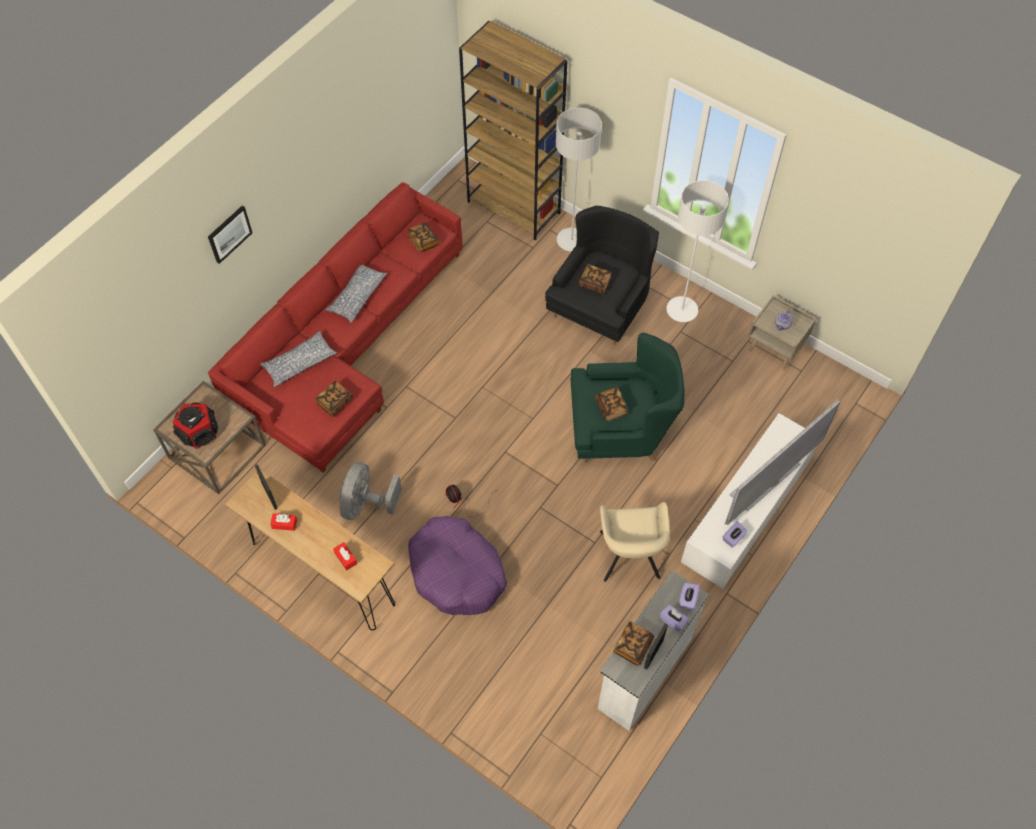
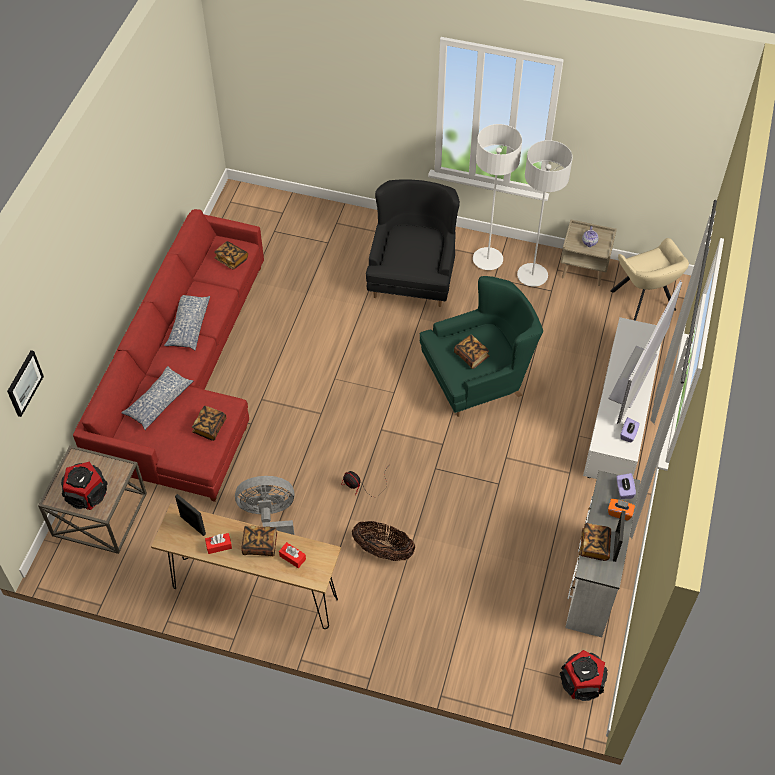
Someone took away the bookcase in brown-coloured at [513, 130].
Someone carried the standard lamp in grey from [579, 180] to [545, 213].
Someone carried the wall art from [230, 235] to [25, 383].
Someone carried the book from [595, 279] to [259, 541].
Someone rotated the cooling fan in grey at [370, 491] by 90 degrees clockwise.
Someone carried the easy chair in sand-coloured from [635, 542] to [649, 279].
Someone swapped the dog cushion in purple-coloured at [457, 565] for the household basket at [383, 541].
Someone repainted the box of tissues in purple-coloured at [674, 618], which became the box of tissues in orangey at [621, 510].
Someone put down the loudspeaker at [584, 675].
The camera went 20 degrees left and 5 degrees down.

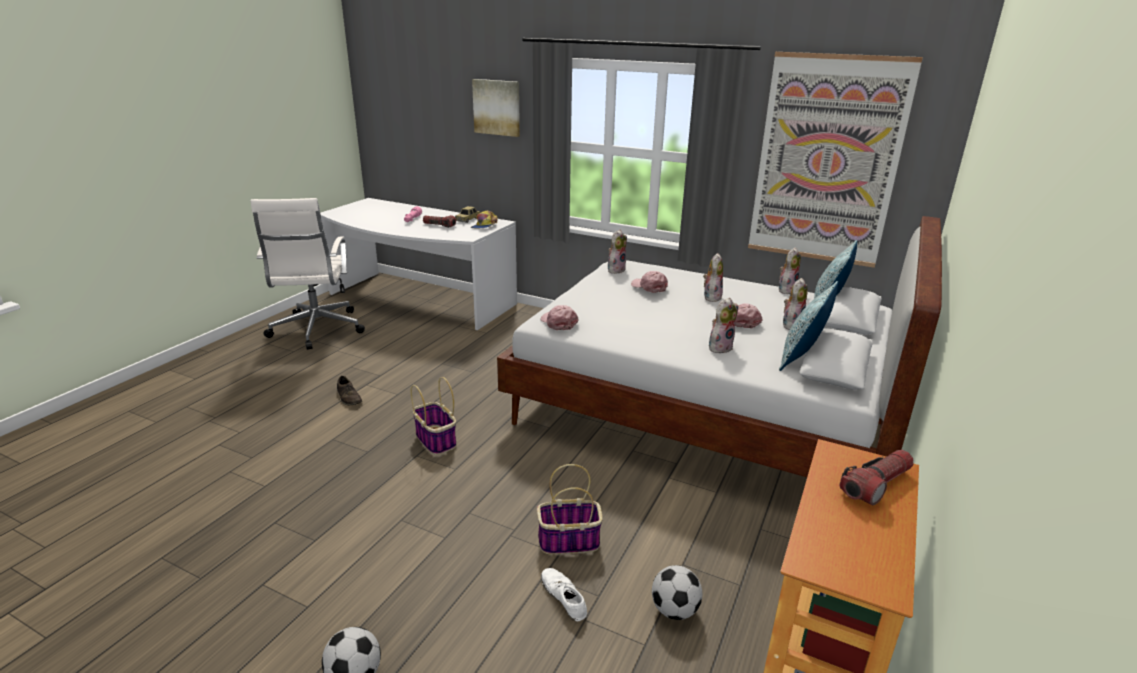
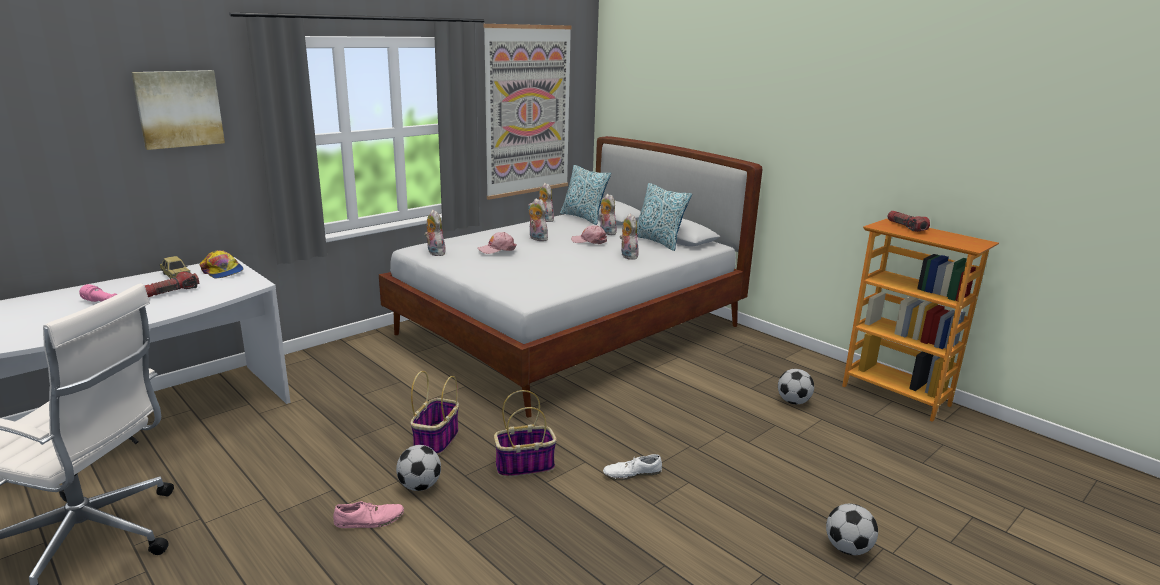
Someone took away the cap in pinkish at [560, 317].
Someone repainted the shoe in brown-coloured at [349, 390], which became the shoe in pinkish at [368, 514].
Someone carried the household basket from [570, 509] to [434, 413].
Someone carried the shoe in white from [564, 594] to [632, 467].
Someone put down the football ball at [418, 468].
The camera went 70 degrees left and 5 degrees down.

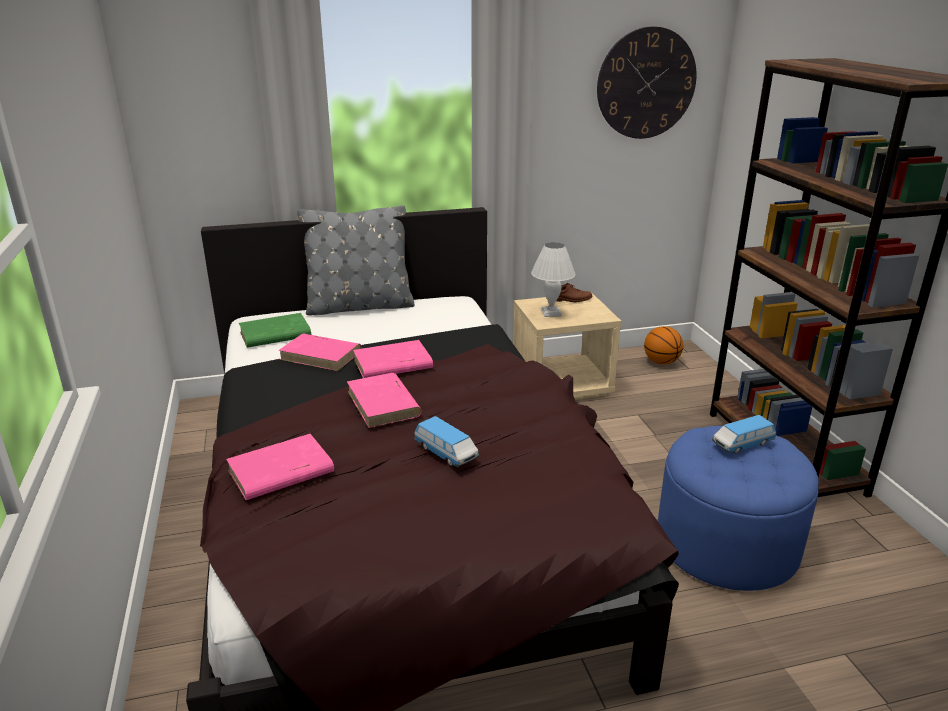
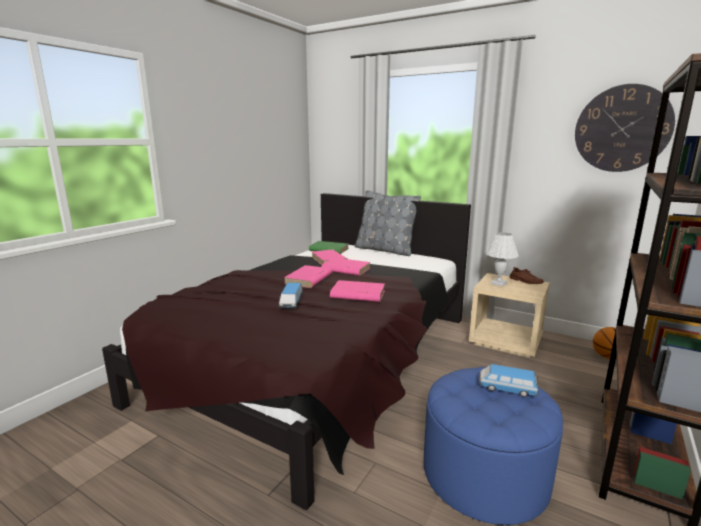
Someone carried the book in pinkish from [280, 467] to [357, 291].
The camera went 45 degrees right and 10 degrees down.

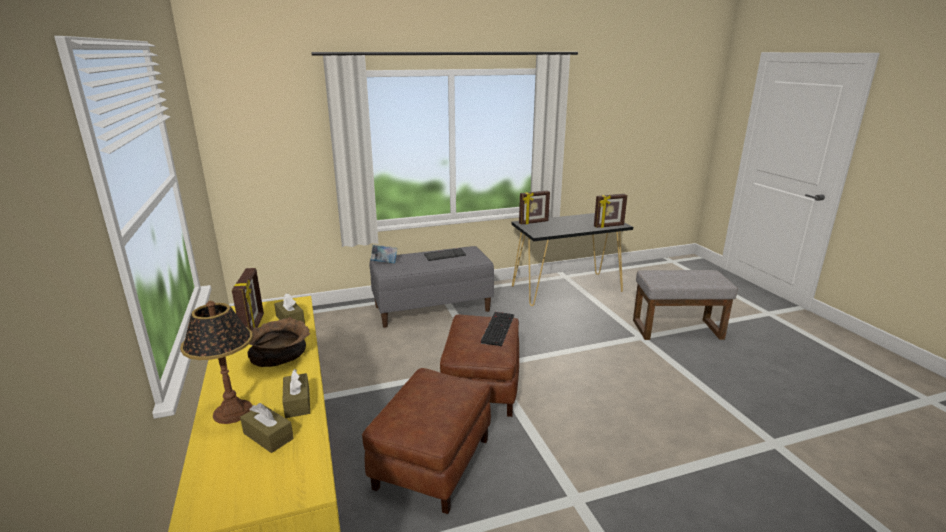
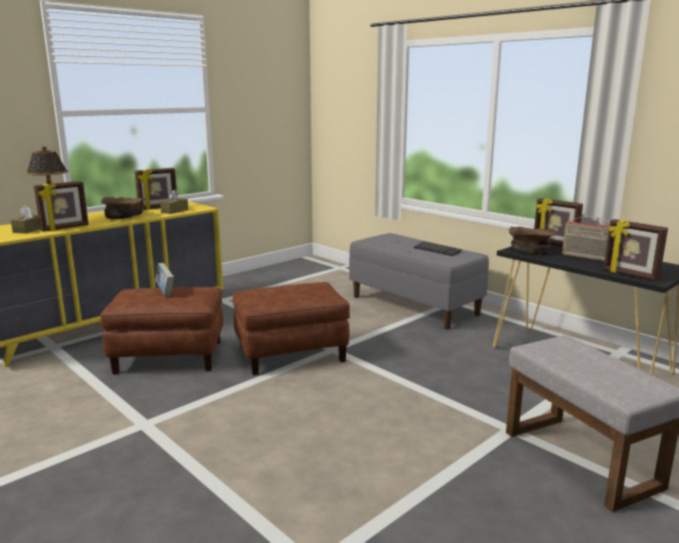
Someone carried the book from [384, 253] to [164, 280].
Someone took away the PC keyboard at [497, 329].
Someone swapped the box of tissues in brown-coloured at [296, 393] for the picture frame at [61, 206].
Someone put down the radio set at [586, 238].
Someone put down the deep dish in brown-coloured at [532, 241].
The camera went 65 degrees right and 5 degrees down.

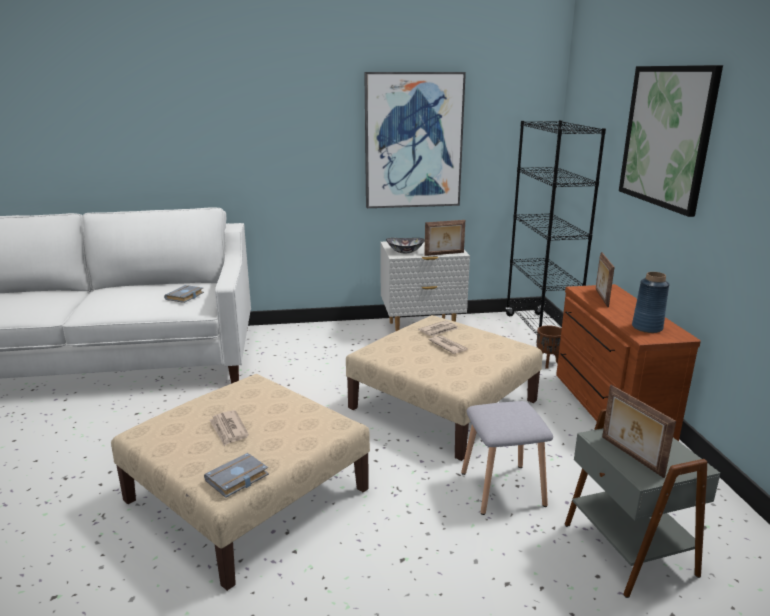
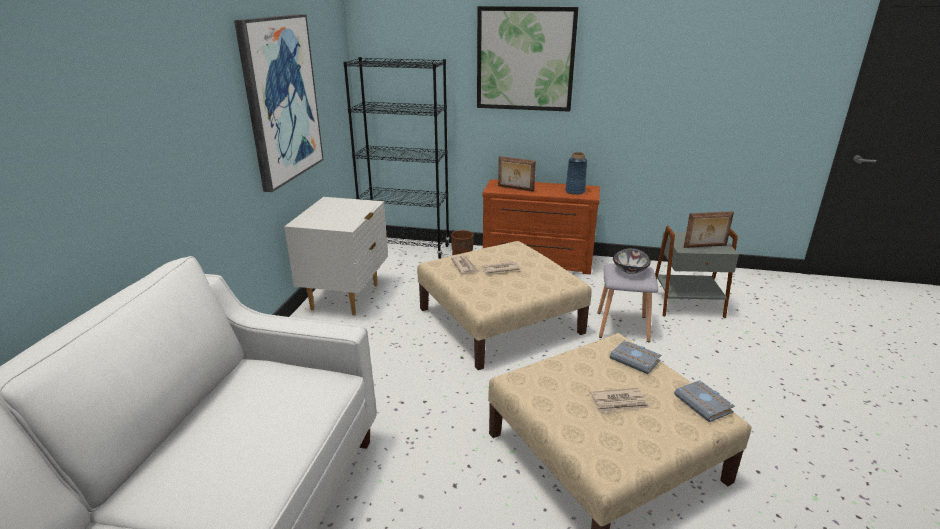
Someone took away the picture frame at [444, 238].
Someone carried the deep dish from [405, 245] to [632, 261].
Someone carried the book in grey from [184, 294] to [635, 357].
The camera went 70 degrees left and 5 degrees up.

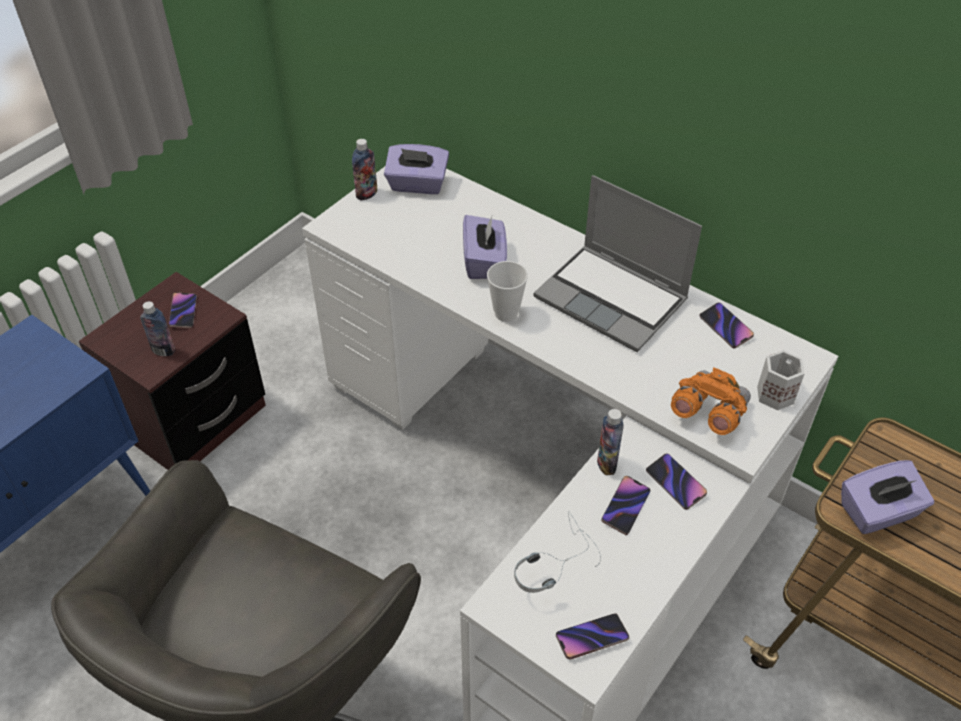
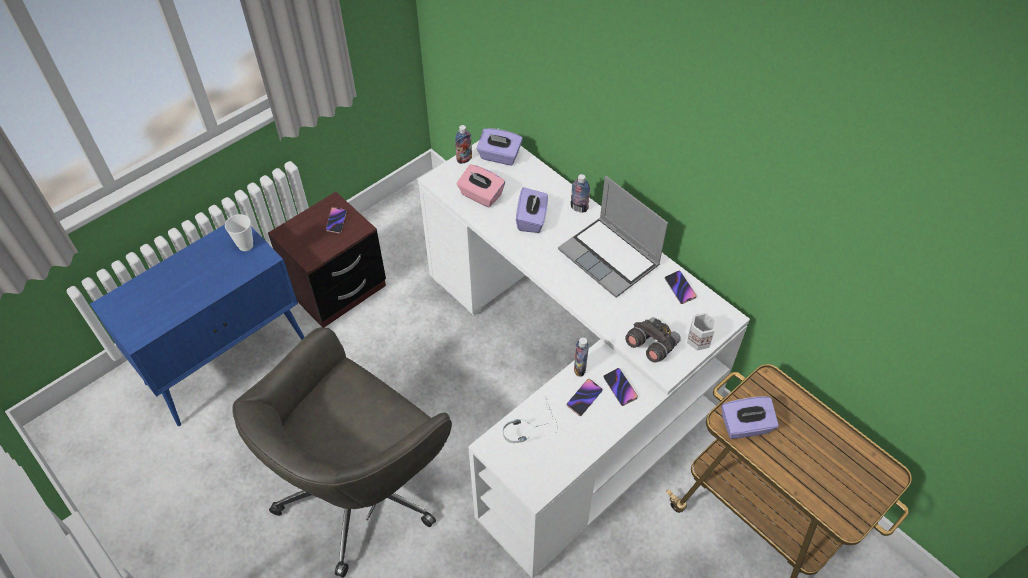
Someone carried the cup from [507, 291] to [239, 232].
Someone carried the beverage bottle from [158, 328] to [580, 193].
Someone repainted the field glasses in orangey at [711, 401], which became the field glasses in grey at [653, 340].
Someone took away the handset at [592, 636].
Someone put down the box of tissues in pinkish at [481, 185].
The camera went 10 degrees right and 5 degrees up.

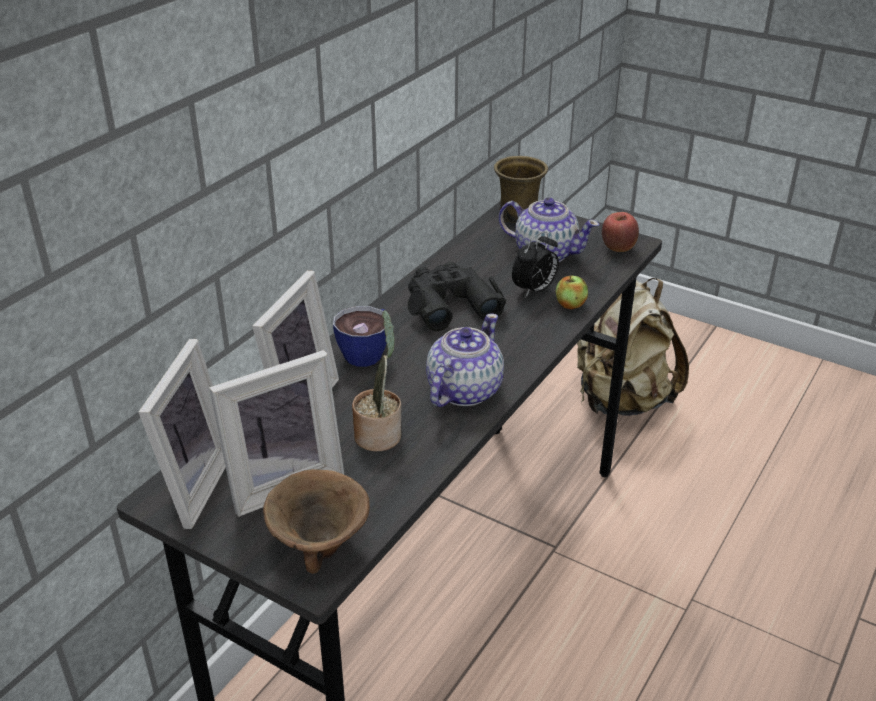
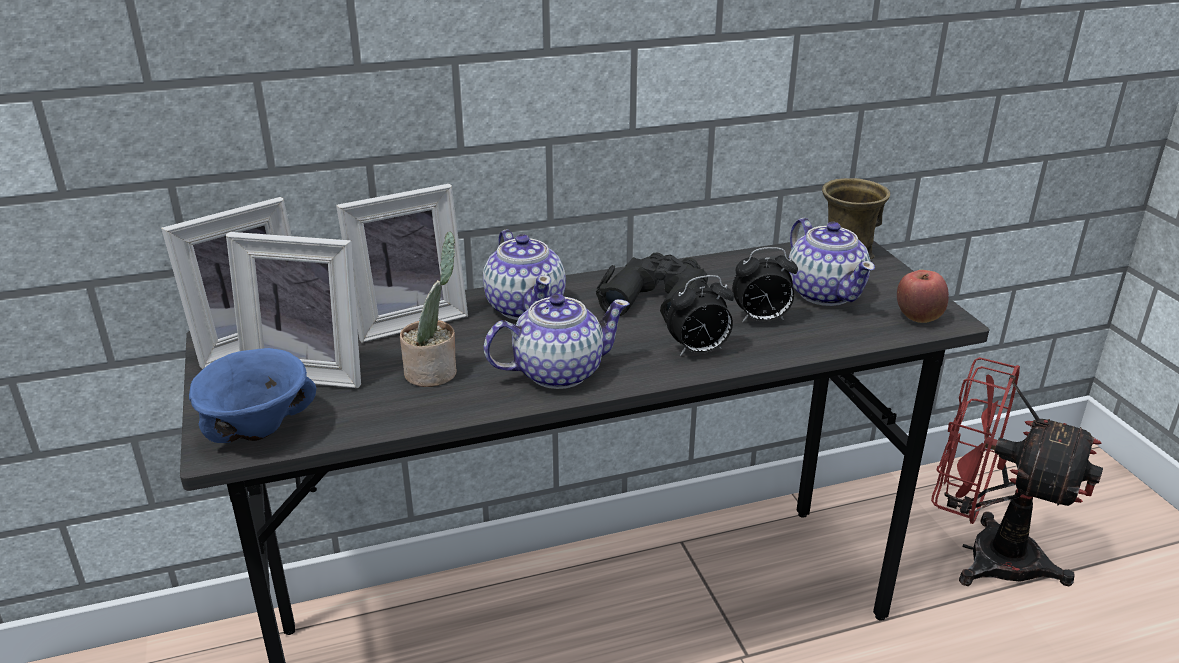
Someone took away the whole apple at [572, 292].
Someone swapped the knapsack in sand-coloured at [633, 347] for the cooling fan in red at [1017, 471].
Someone swapped the cup at [360, 336] for the tea pot at [524, 275].
Someone repainted the deep dish in brown-coloured at [316, 521], which became the deep dish in blue-coloured at [252, 395].
Someone put down the alarm clock at [700, 315].
The camera went 40 degrees right and 5 degrees down.

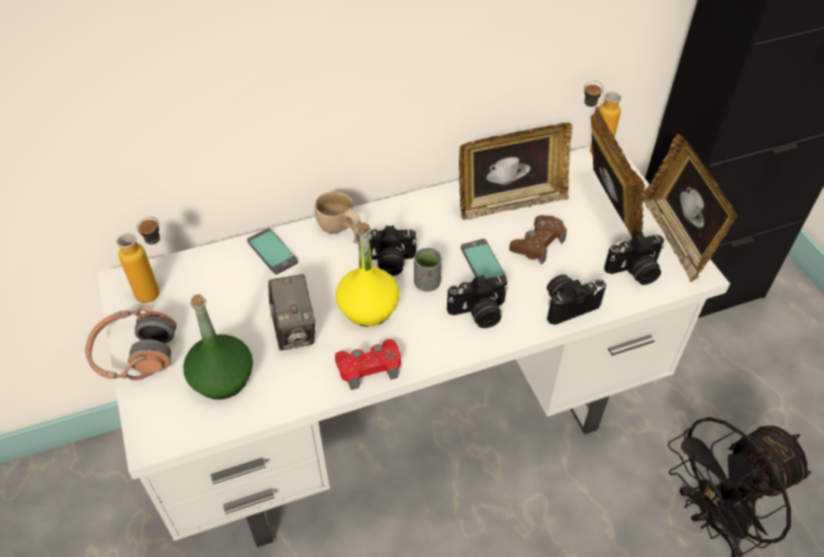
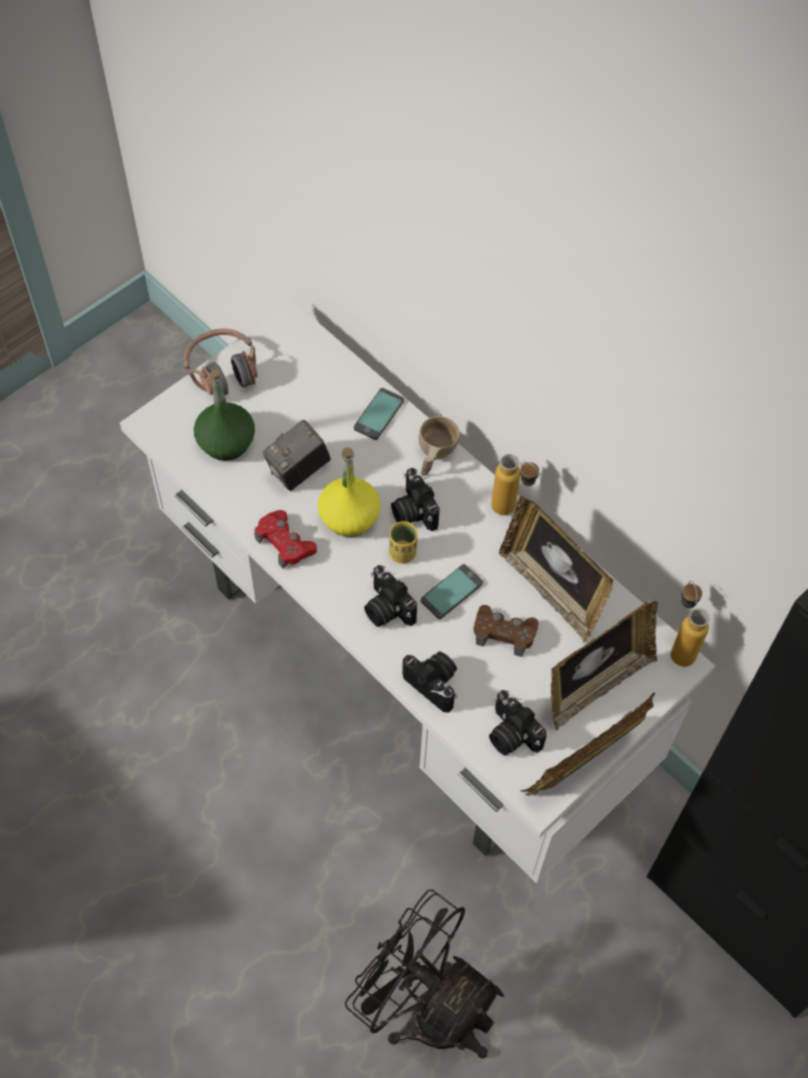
Someone carried the beverage bottle from [138, 260] to [515, 484].
Someone repainted the cup in grey at [428, 270], which became the cup in yellow at [403, 542].
The camera went 65 degrees right and 10 degrees up.

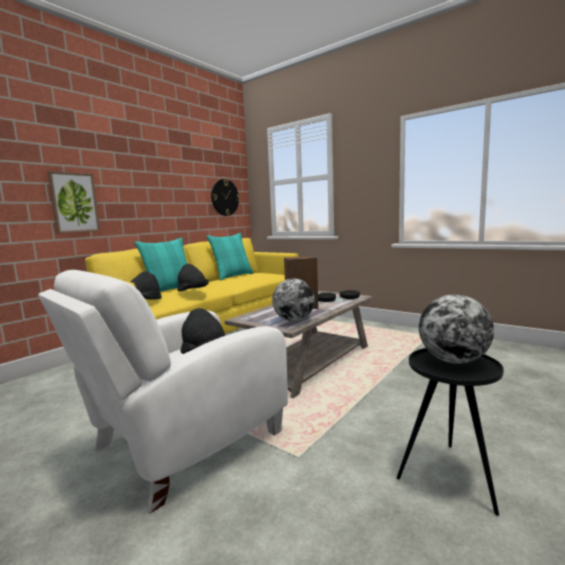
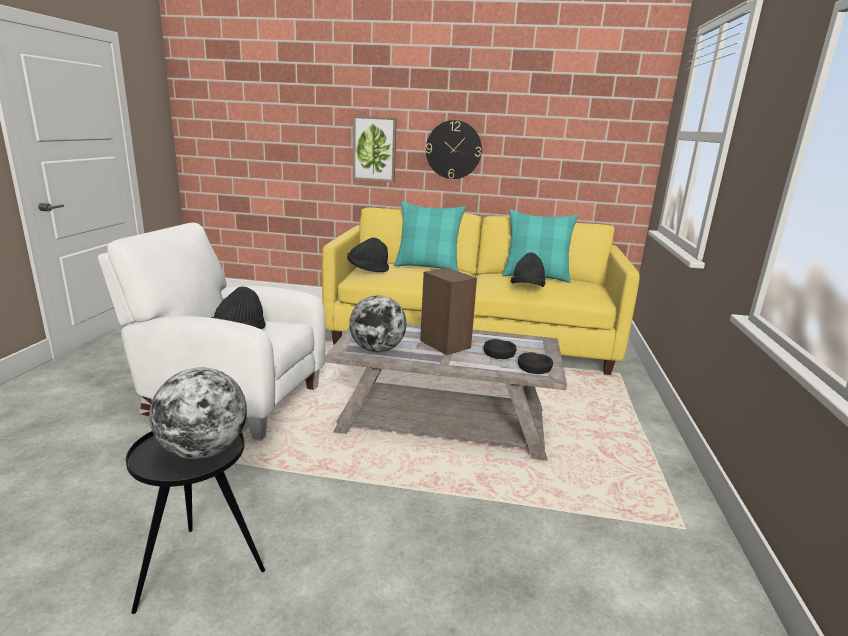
Someone carried the wall clock from [225, 197] to [454, 149].
Someone carried the clothing hat in black from [193, 277] to [528, 269].
The camera went 60 degrees right and 10 degrees up.

